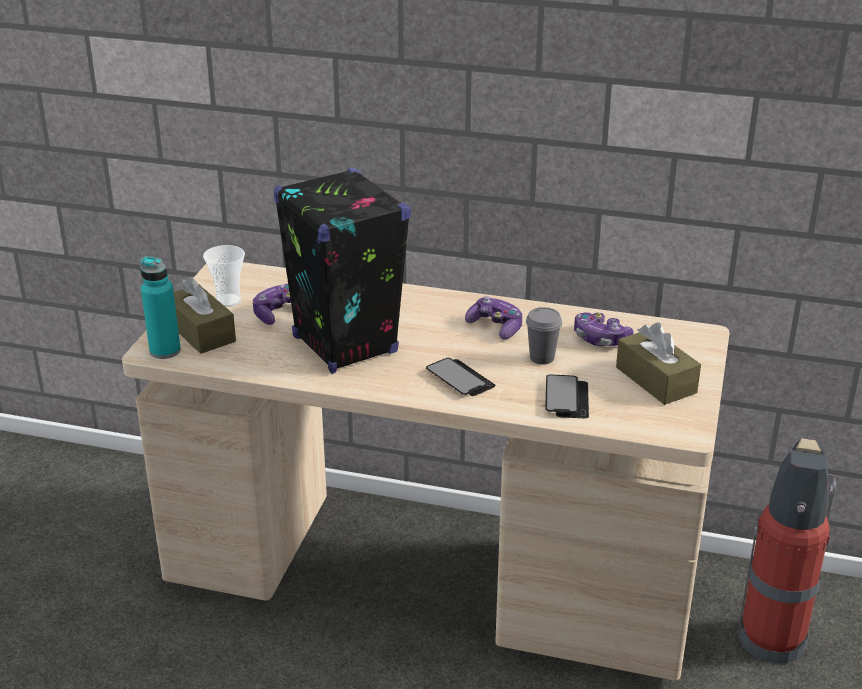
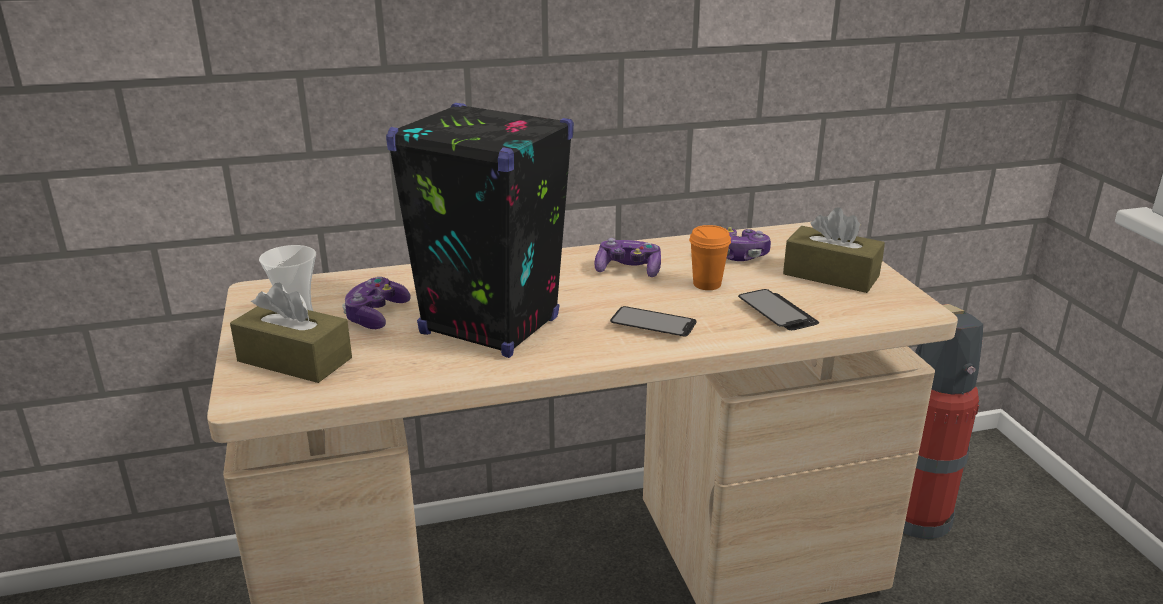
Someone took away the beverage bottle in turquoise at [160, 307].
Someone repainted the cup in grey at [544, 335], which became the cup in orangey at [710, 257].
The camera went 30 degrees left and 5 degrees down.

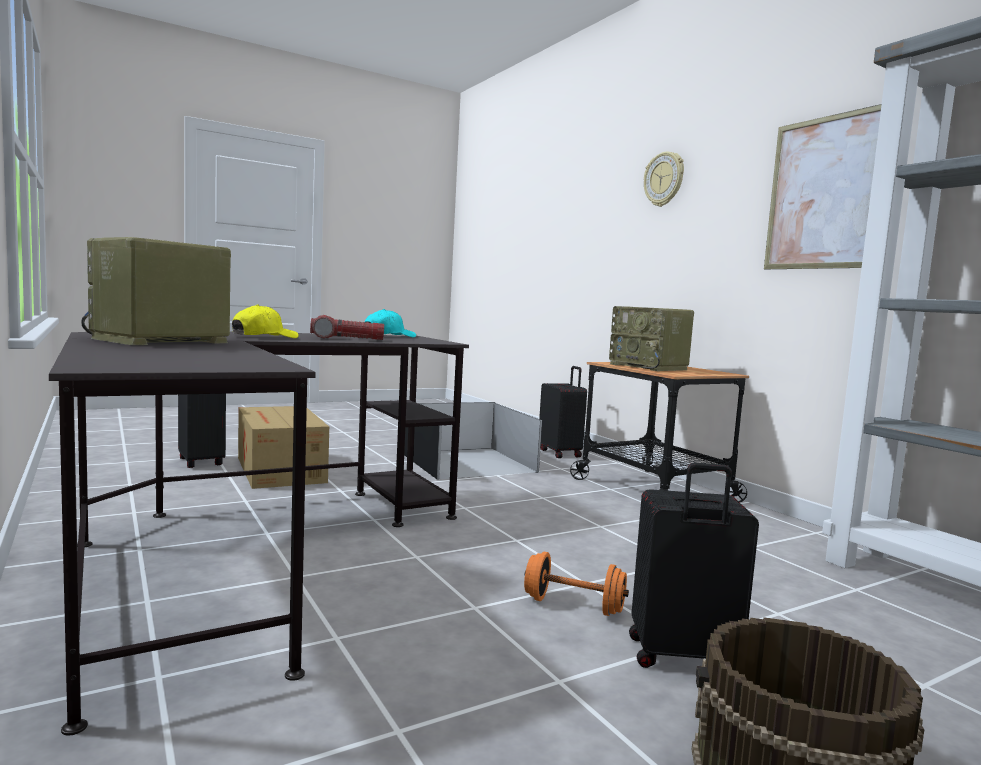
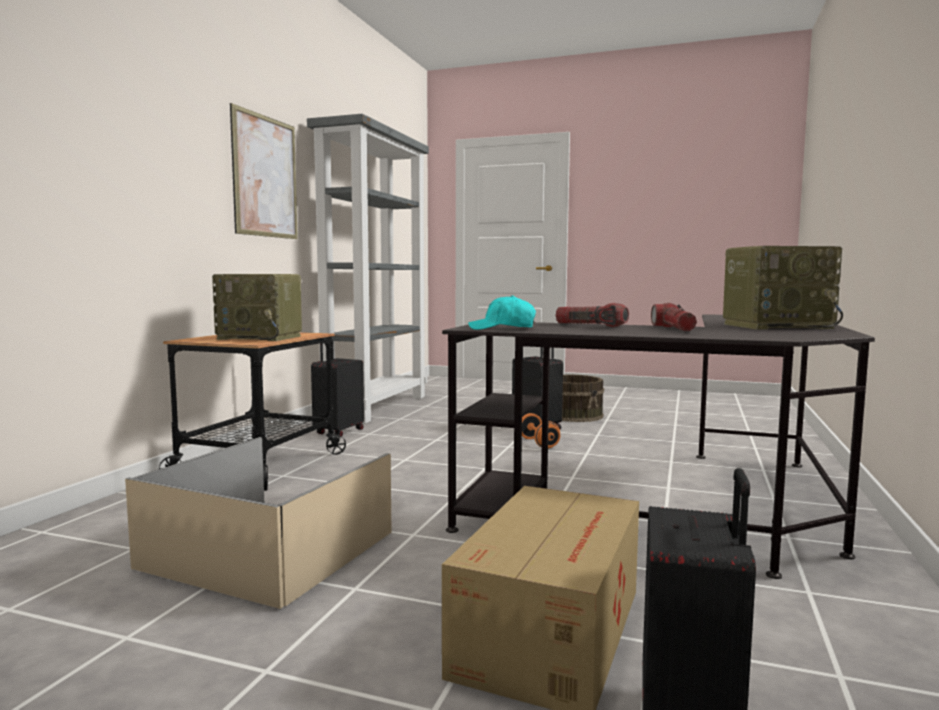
Someone took away the wall clock at [664, 179].
Someone swapped the cap in yellow at [265, 321] for the hand torch at [674, 317].
Someone rotated the radio set at [651, 338] by 90 degrees clockwise.
Someone carried the piece of luggage in black from [563, 412] to [337, 388].
Someone repainted the storage bin in black at [473, 440], which became the storage bin in sand-coloured at [258, 523].
The camera went 130 degrees left and 0 degrees up.

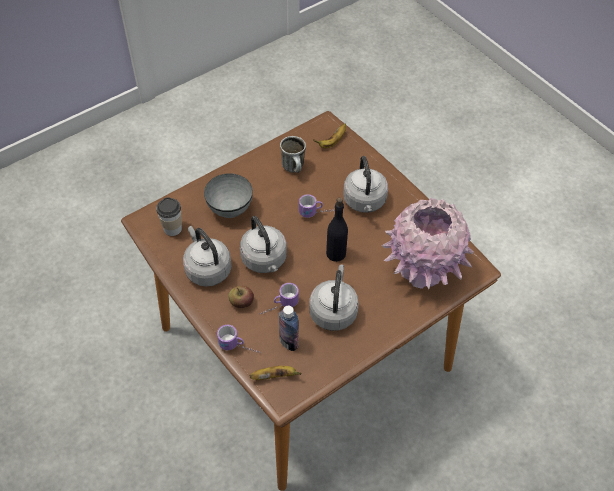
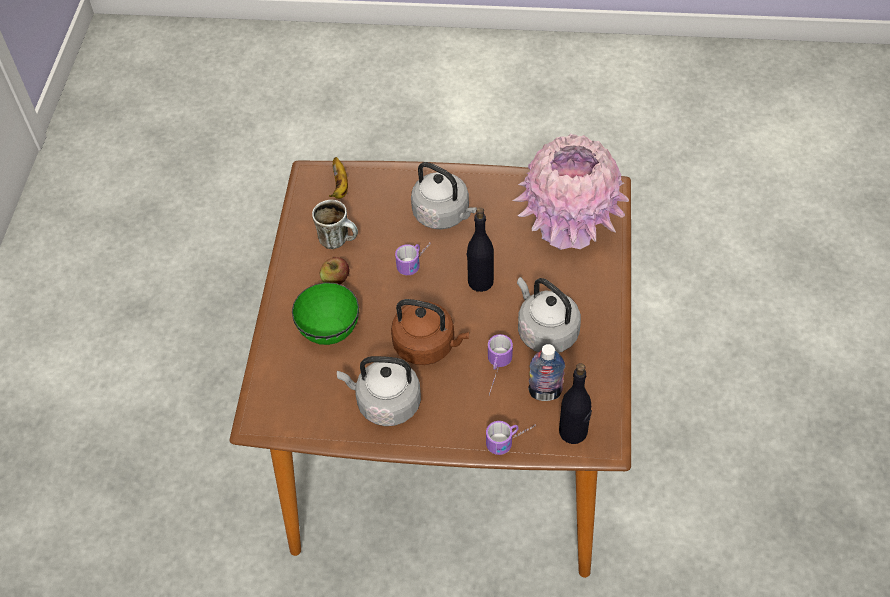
Someone repainted the deep dish in grey at [228, 195], which became the deep dish in green at [325, 313].
Someone took away the cup at [169, 217].
Someone repainted the kettle in grey at [263, 244], which became the kettle in brown-coloured at [430, 332].
Someone carried the whole apple from [241, 297] to [335, 270].
Someone swapped the whole banana at [275, 373] for the beverage bottle in black at [575, 403].
The camera went 45 degrees left and 0 degrees up.

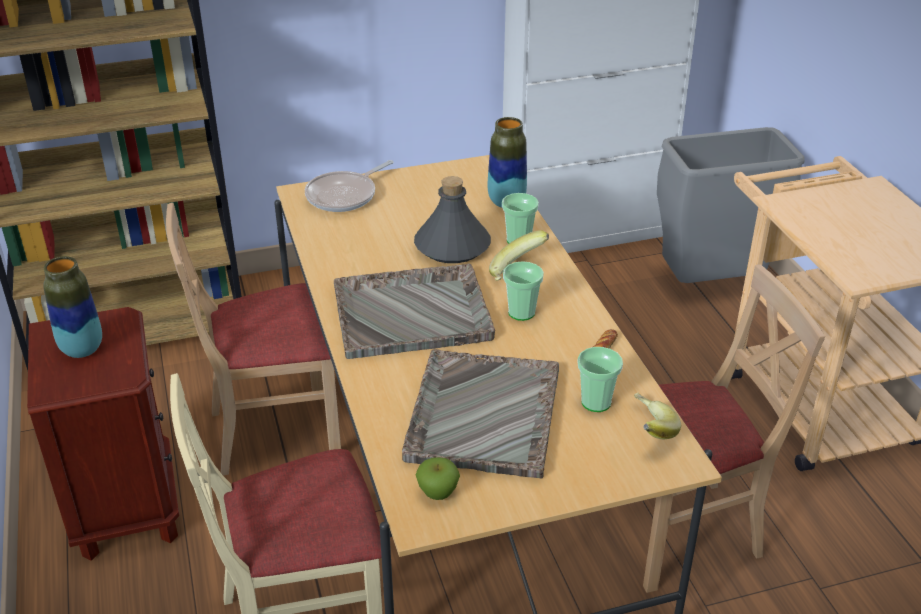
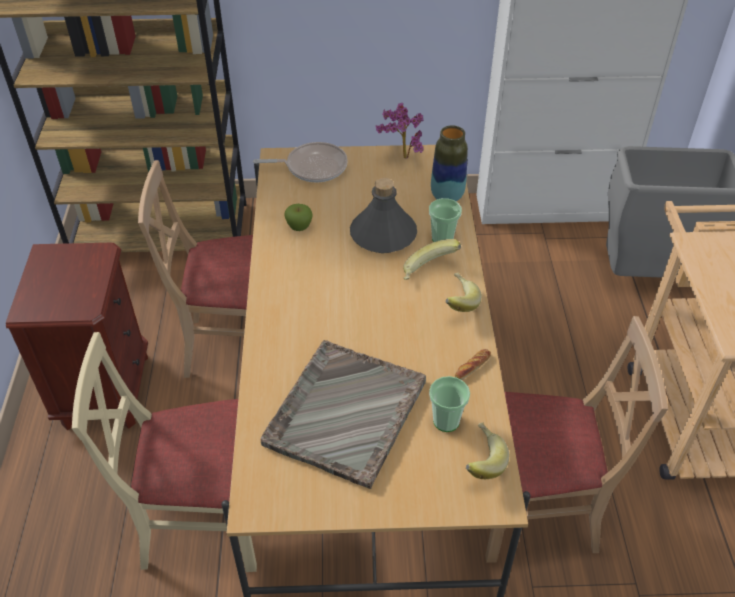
Someone rotated the pan at [349, 186] by 150 degrees counterclockwise.
Someone took away the decorative vase at [72, 307].
Someone took away the cup at [523, 291].
Someone took away the serving tray in grey at [414, 311].
Someone carried the whole apple from [437, 478] to [298, 217].
Someone put down the potted plant at [400, 131].
Someone put down the whole banana at [463, 292].
The camera went 15 degrees right and 10 degrees up.

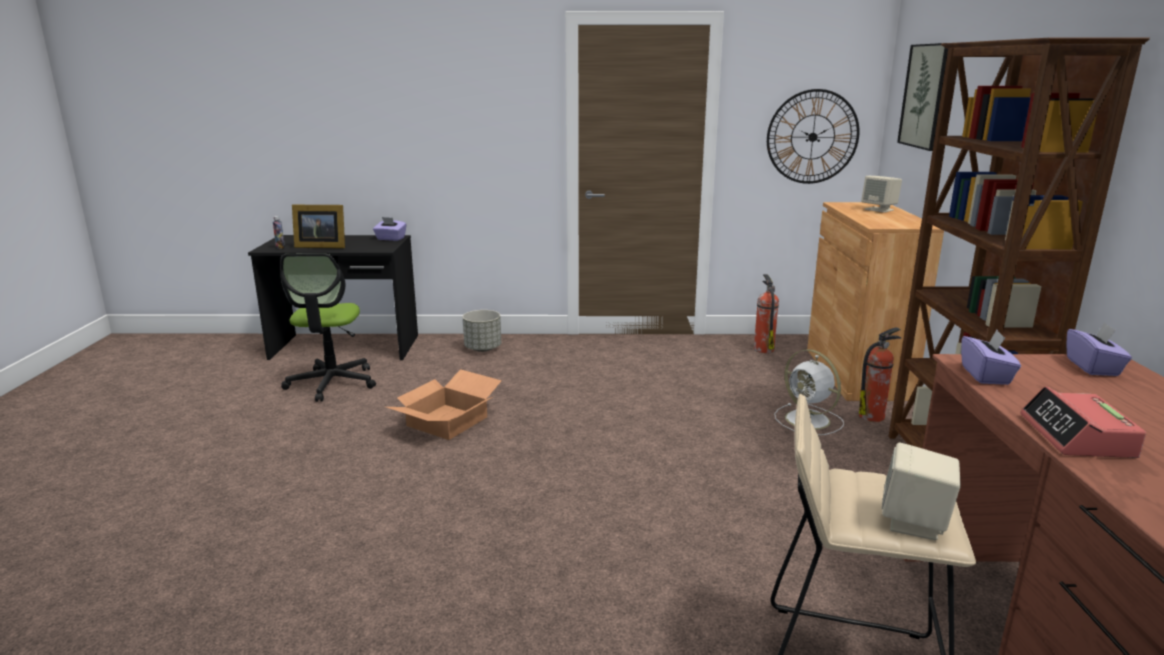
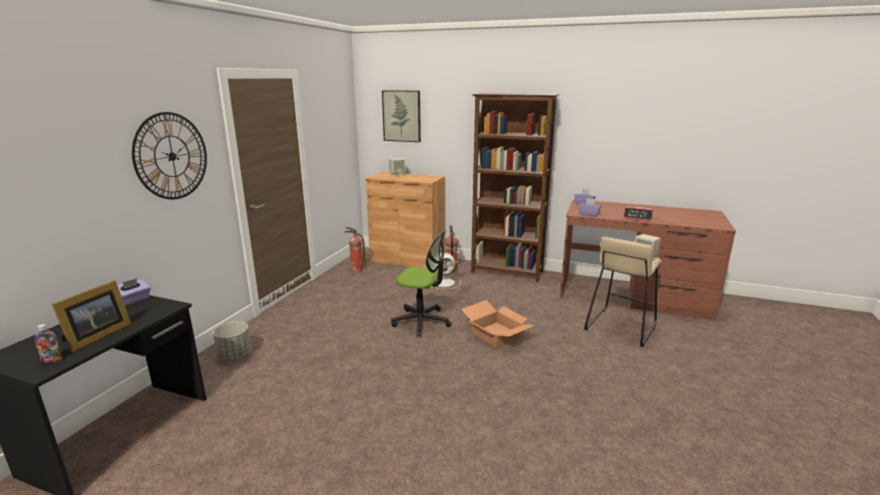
Someone carried the wall clock from [813, 136] to [169, 155].
Someone carried the desk chair from [328, 327] to [421, 283].
Someone carried the packing box from [444, 404] to [498, 324].
The camera went 70 degrees left and 0 degrees up.

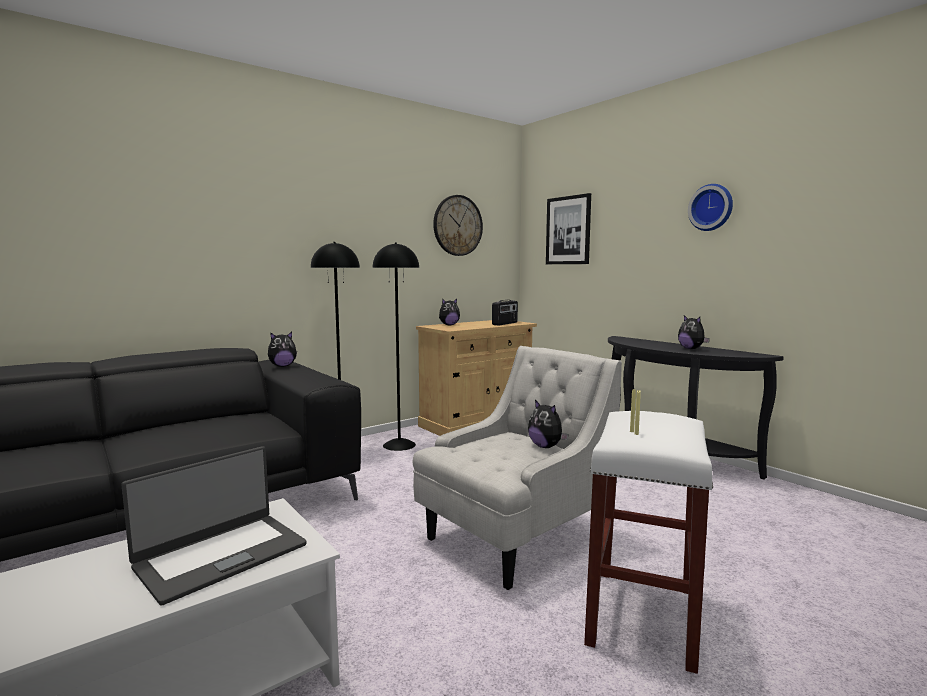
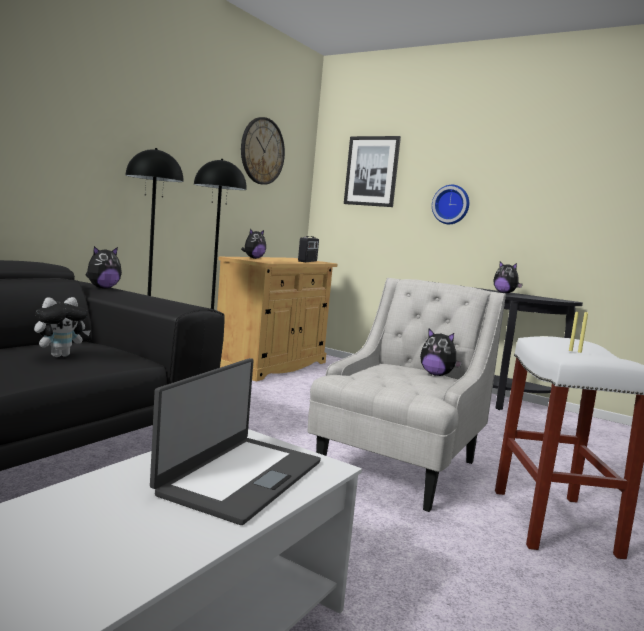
Someone carried the wall clock from [710, 207] to [450, 204].
Someone put down the soft toy at [62, 327].
The camera went 20 degrees left and 0 degrees up.

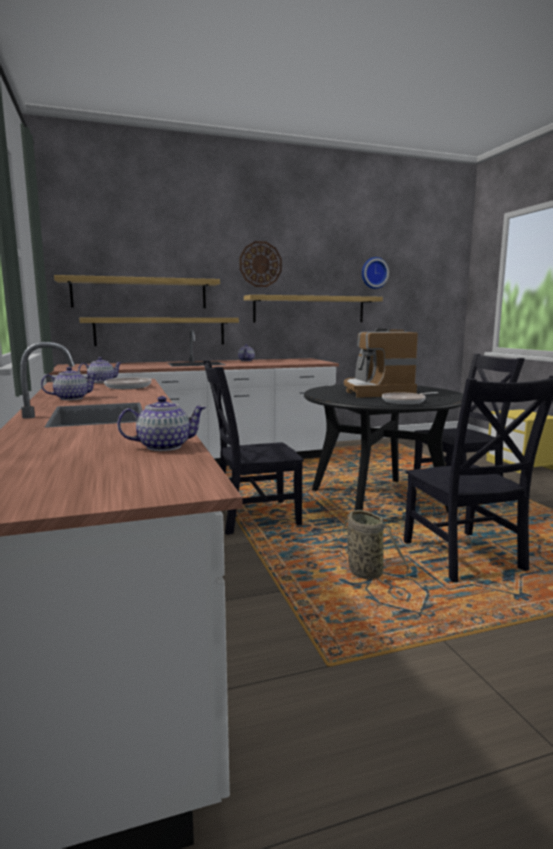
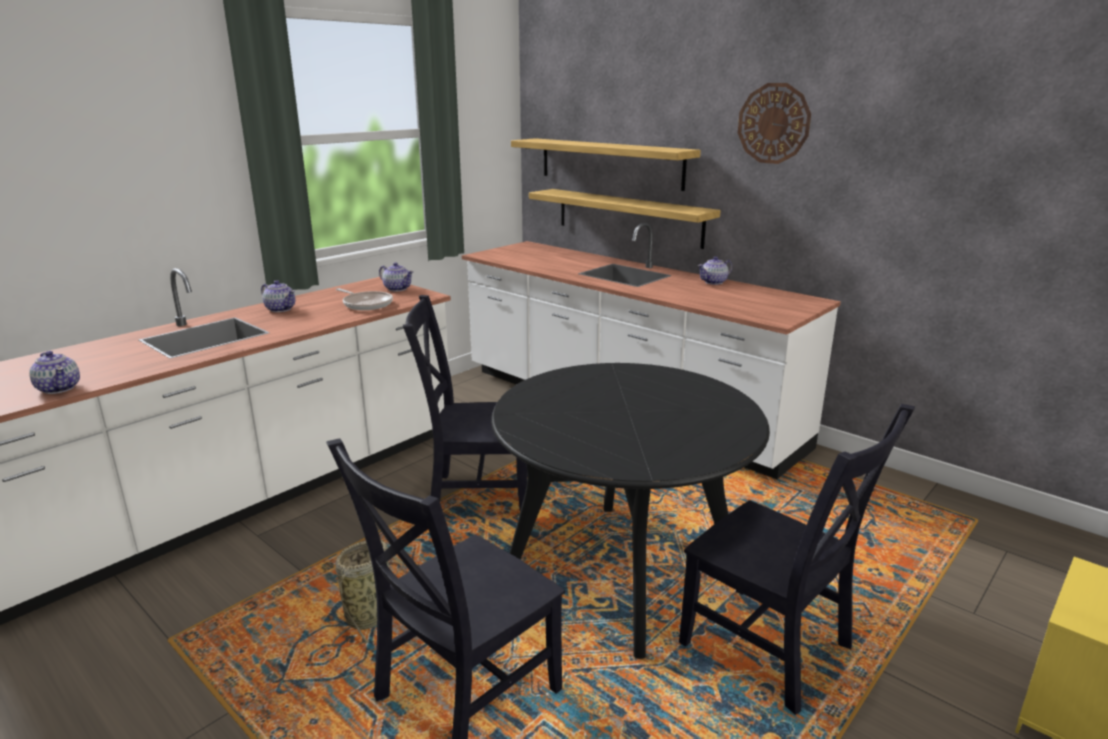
Someone took away the wall clock at [375, 273].
Someone took away the bracket shelf at [313, 308].
Someone took away the coffee brewer at [381, 363].
Someone rotated the upright chair in black at [253, 448] by 45 degrees counterclockwise.
Someone took away the pan at [410, 398].
The camera went 60 degrees right and 10 degrees up.

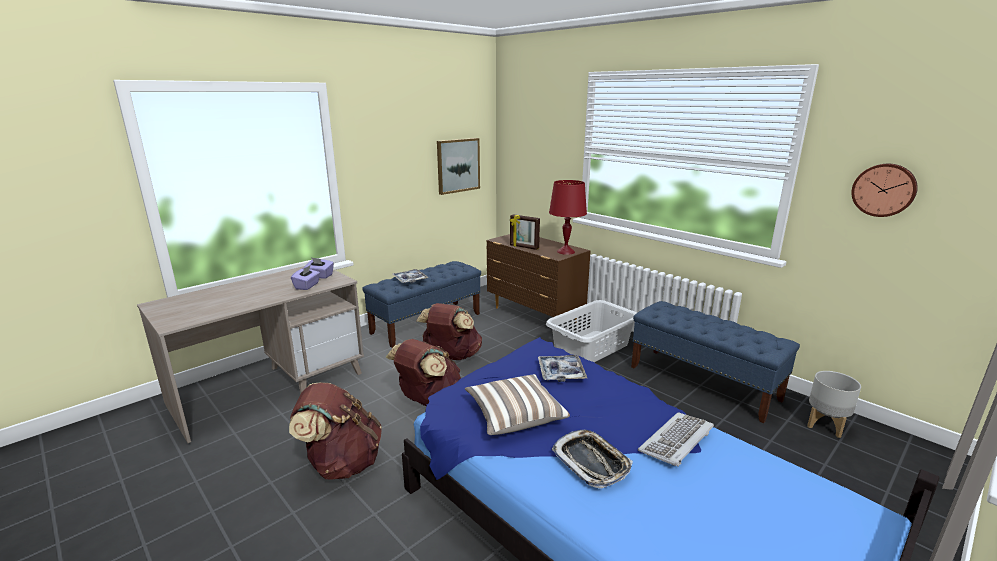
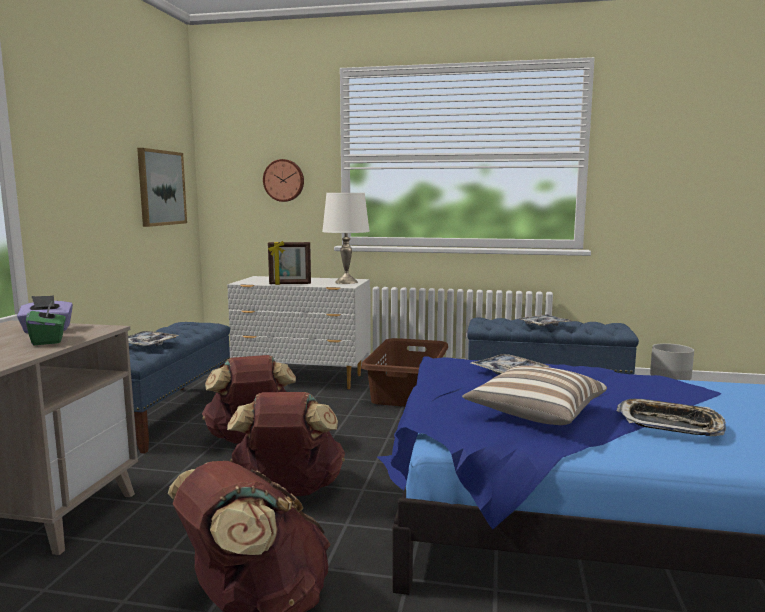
Someone carried the wall clock from [884, 190] to [283, 180].
Someone repainted the lamp for a table in red at [568, 217], which became the lamp for a table in white at [346, 238].
Someone repainted the chest of drawers in brown-coloured at [539, 278], which became the chest of drawers in white at [298, 332].
Someone repainted the box of tissues in purple-coloured at [305, 277], which became the box of tissues in green at [46, 323].
Someone repainted the washing basket in grey at [591, 331], which became the washing basket in brown-coloured at [404, 372].
Someone took away the PC keyboard at [676, 439].
Someone put down the serving tray at [545, 320].
The camera went 35 degrees left and 10 degrees down.

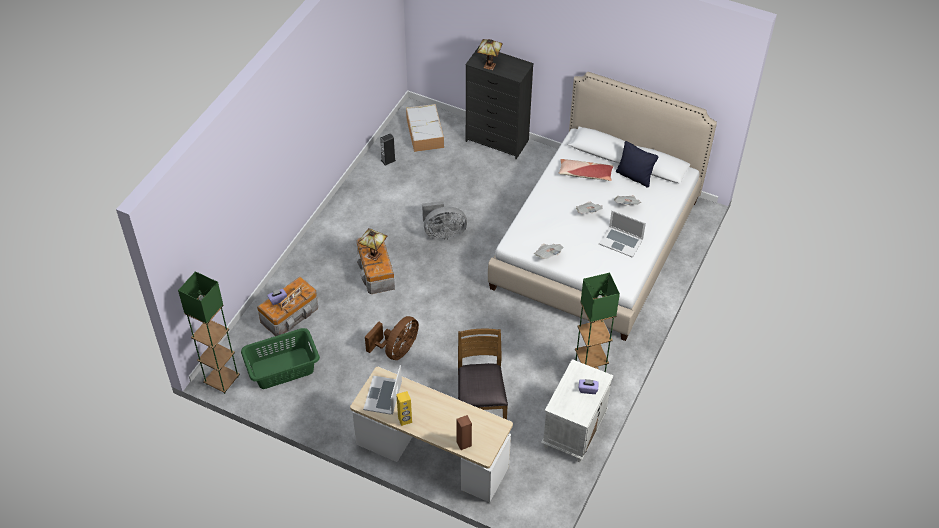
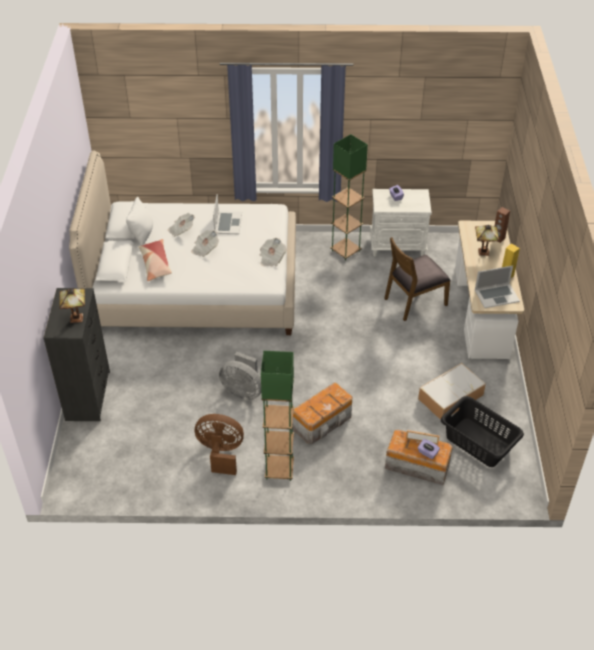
Someone carried the storage bin from [425, 128] to [452, 391].
Someone took away the loudspeaker at [388, 149].
Someone repainted the cushion in black at [637, 164], which became the cushion in white at [139, 221].
Someone rotated the cooling fan in grey at [444, 221] by 150 degrees clockwise.
Someone carried the lamp for a table from [372, 244] to [487, 240].
Someone carried the standard lamp in green from [209, 332] to [277, 416].
Someone carried the cooling fan in brown-coloured from [392, 338] to [219, 444].
Someone repainted the washing basket in green at [280, 358], which became the washing basket in black at [482, 431].
The camera went 115 degrees left and 5 degrees down.

